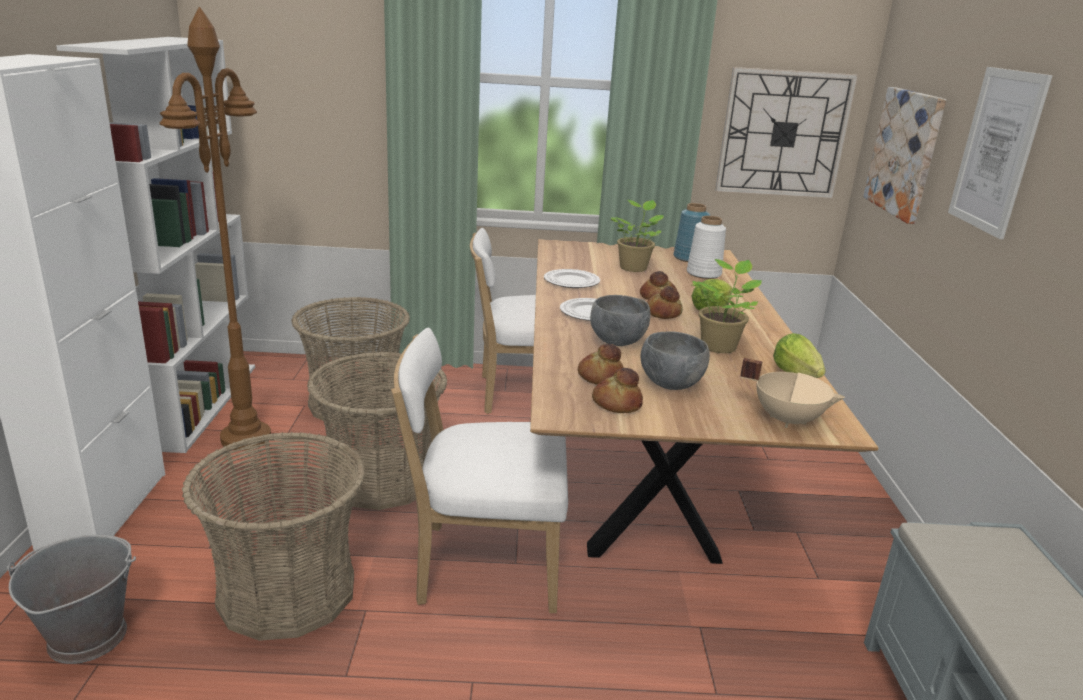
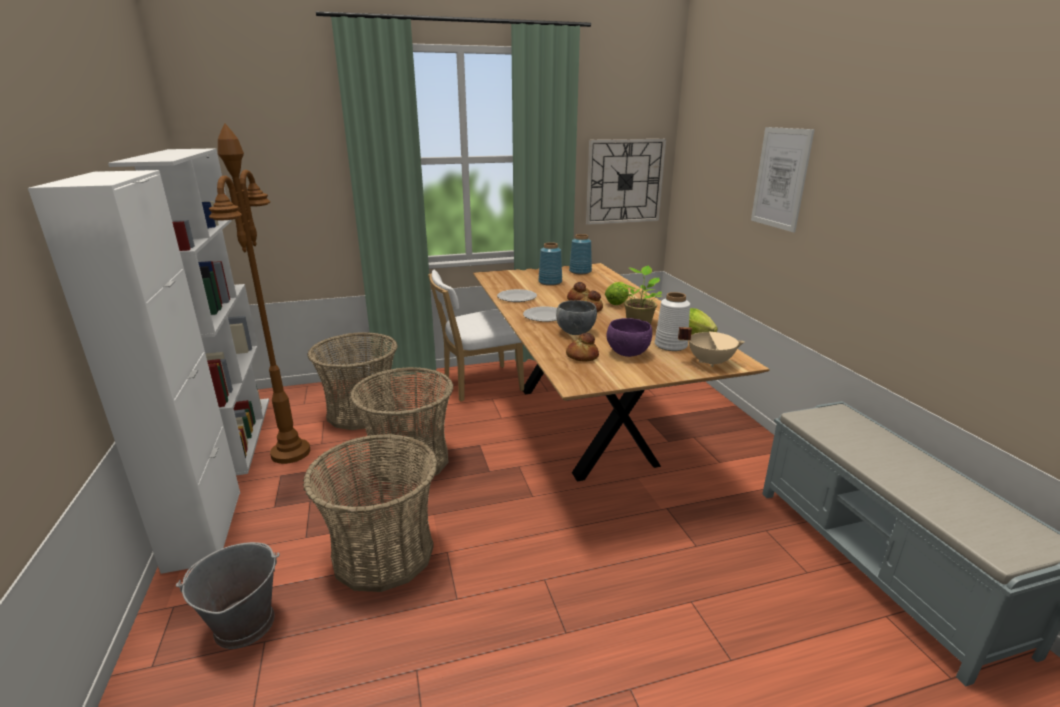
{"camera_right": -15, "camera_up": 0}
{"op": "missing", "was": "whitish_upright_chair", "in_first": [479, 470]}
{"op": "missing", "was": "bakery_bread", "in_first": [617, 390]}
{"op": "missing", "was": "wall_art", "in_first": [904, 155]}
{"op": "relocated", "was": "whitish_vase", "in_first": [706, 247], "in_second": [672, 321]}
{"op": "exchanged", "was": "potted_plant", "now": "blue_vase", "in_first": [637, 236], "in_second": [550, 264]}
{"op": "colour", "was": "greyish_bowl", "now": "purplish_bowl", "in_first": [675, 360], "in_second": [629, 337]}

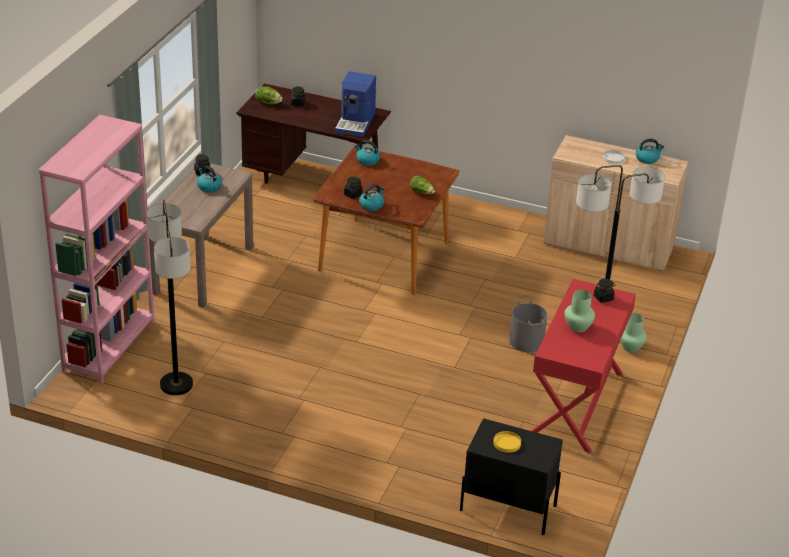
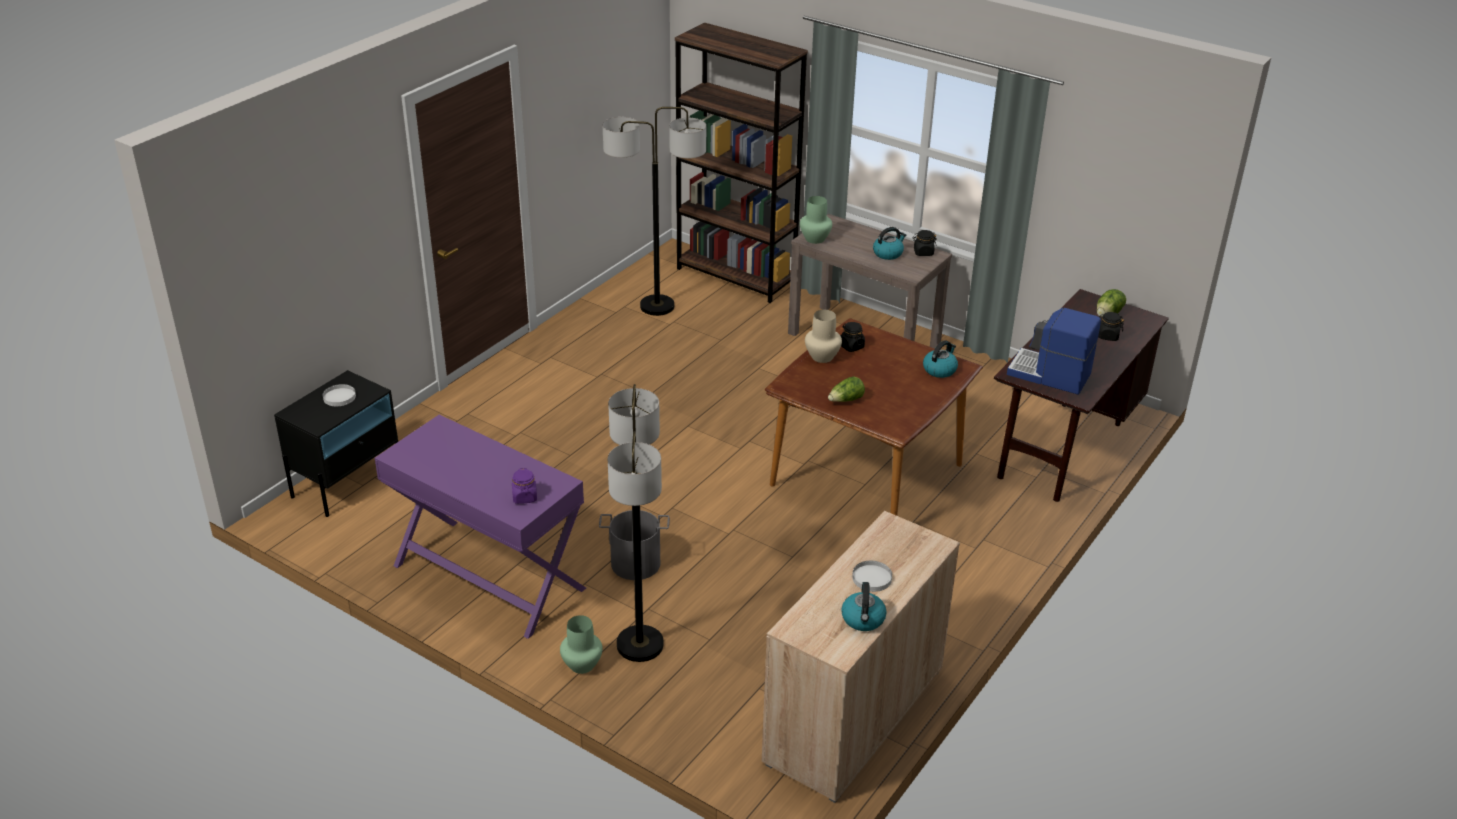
{"camera_right": 105, "camera_up": 0}
{"op": "relocated", "was": "green-coloured_vase", "in_first": [580, 311], "in_second": [816, 220]}
{"op": "exchanged", "was": "kettle", "now": "sand-coloured_vase", "in_first": [371, 197], "in_second": [823, 336]}
{"op": "colour", "was": "pink-coloured_shelving_unit", "now": "brownish_shelving_unit", "in_first": [97, 249], "in_second": [741, 163]}
{"op": "colour", "was": "yellowish_flat_dish", "now": "whitish_flat_dish", "in_first": [507, 442], "in_second": [339, 395]}
{"op": "colour", "was": "red_hall_table", "now": "purplish_hall_table", "in_first": [583, 366], "in_second": [480, 527]}
{"op": "colour", "was": "blackish_jar", "now": "purplish_jar", "in_first": [605, 291], "in_second": [524, 486]}

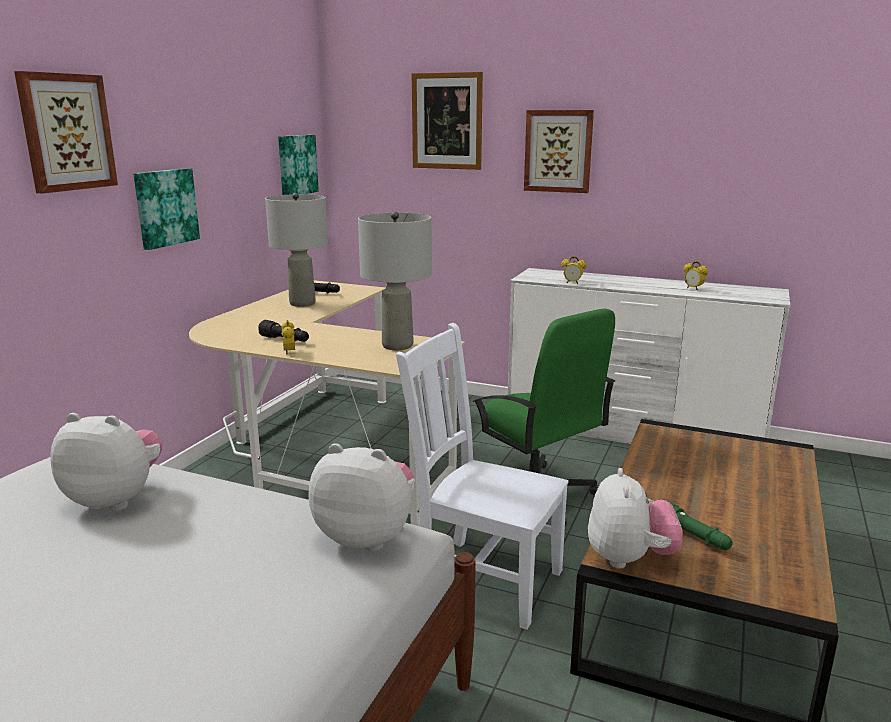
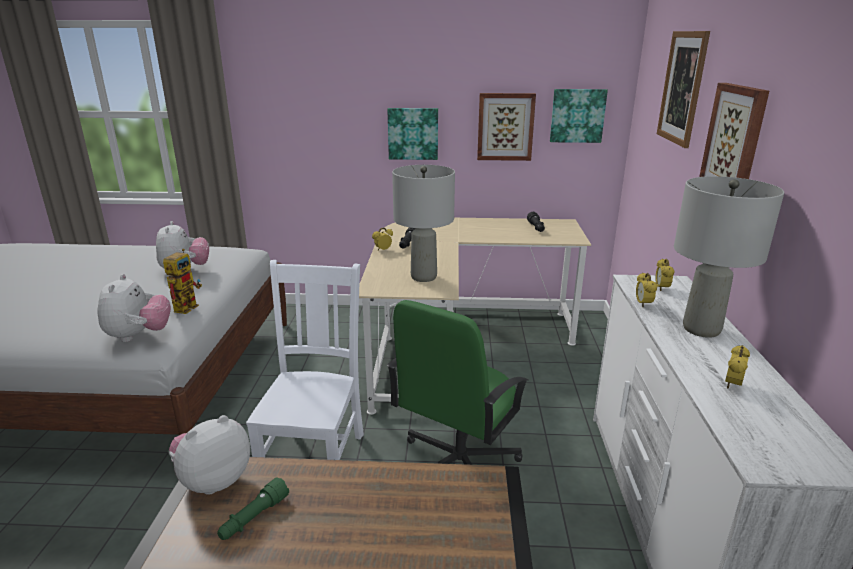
{"camera_right": 70, "camera_up": 5}
{"op": "appeared", "now": "robot_figure", "in_second": [182, 281]}
{"op": "appeared", "now": "bedside_clock", "in_second": [665, 275]}
{"op": "relocated", "was": "wall_art", "in_first": [66, 132], "in_second": [506, 127]}
{"op": "relocated", "was": "greyish_lamp_for_a_table", "in_first": [296, 250], "in_second": [729, 257]}
{"op": "spun", "was": "plush_toy", "in_first": [635, 518], "in_second": [209, 455], "clockwise": 150}

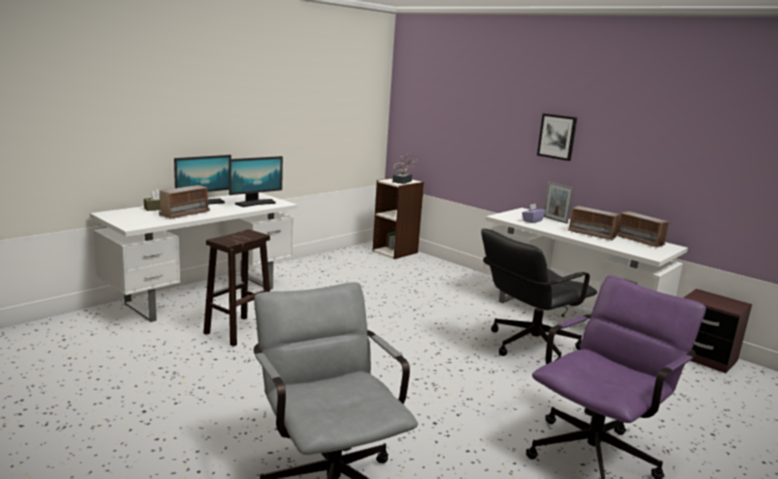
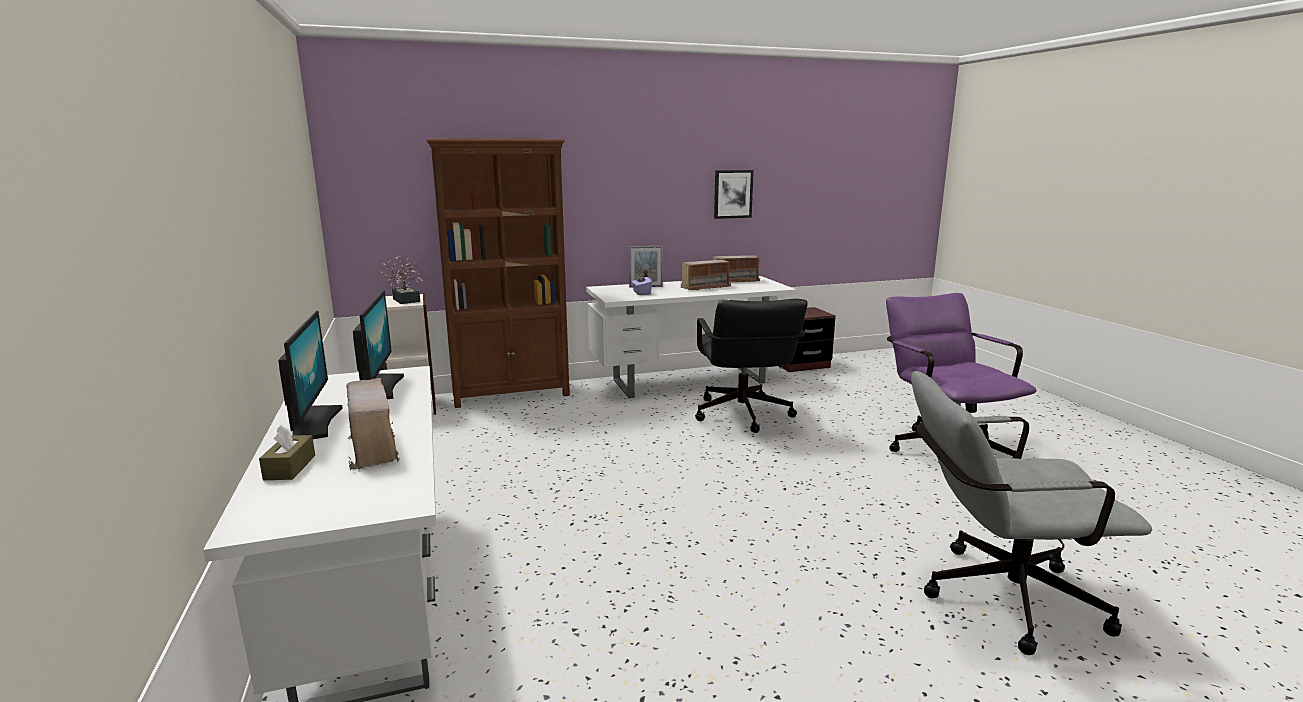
{"camera_right": -60, "camera_up": 0}
{"op": "missing", "was": "brownish_stool", "in_first": [236, 288]}
{"op": "appeared", "now": "brownish_shelving_unit", "in_second": [498, 273]}
{"op": "relocated", "was": "wall_art", "in_first": [557, 137], "in_second": [734, 194]}

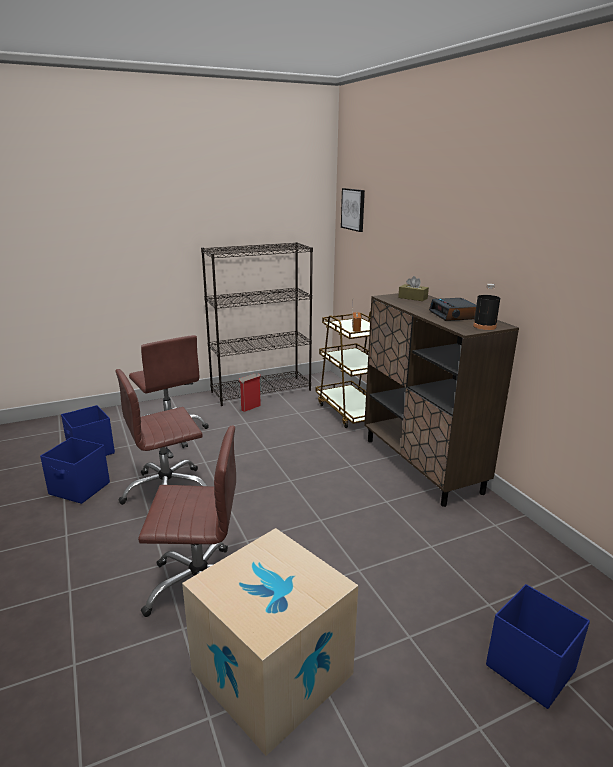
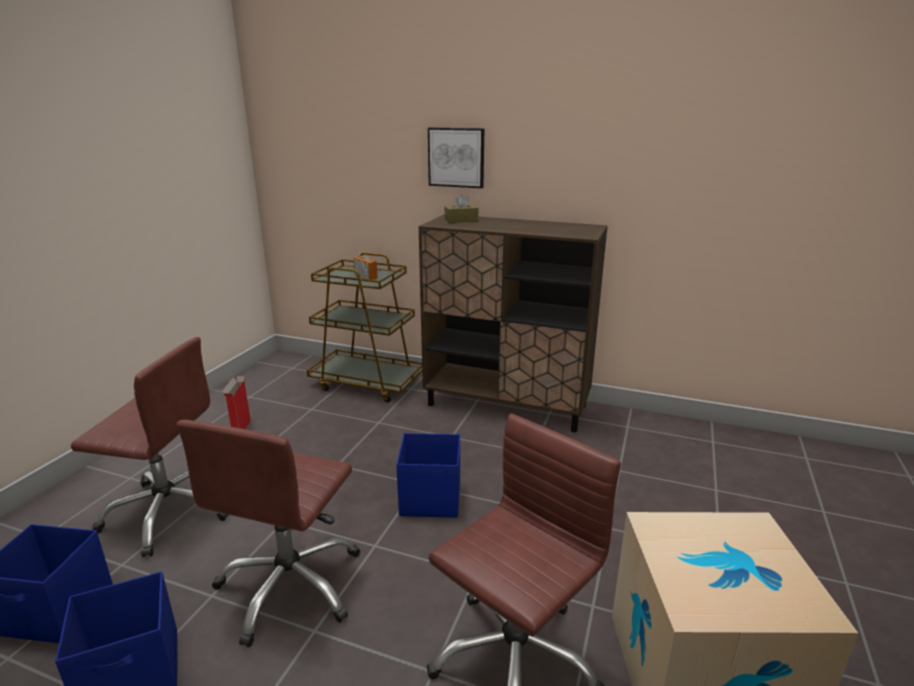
{"camera_right": -45, "camera_up": 0}
{"op": "missing", "was": "blackish_shelving_unit", "in_first": [257, 324]}
{"op": "missing", "was": "bedside_clock", "in_first": [452, 309]}
{"op": "missing", "was": "blackish_bottle", "in_first": [486, 307]}
{"op": "relocated", "was": "wall_art", "in_first": [353, 210], "in_second": [456, 158]}
{"op": "relocated", "was": "blue_storage_container", "in_first": [538, 646], "in_second": [428, 475]}

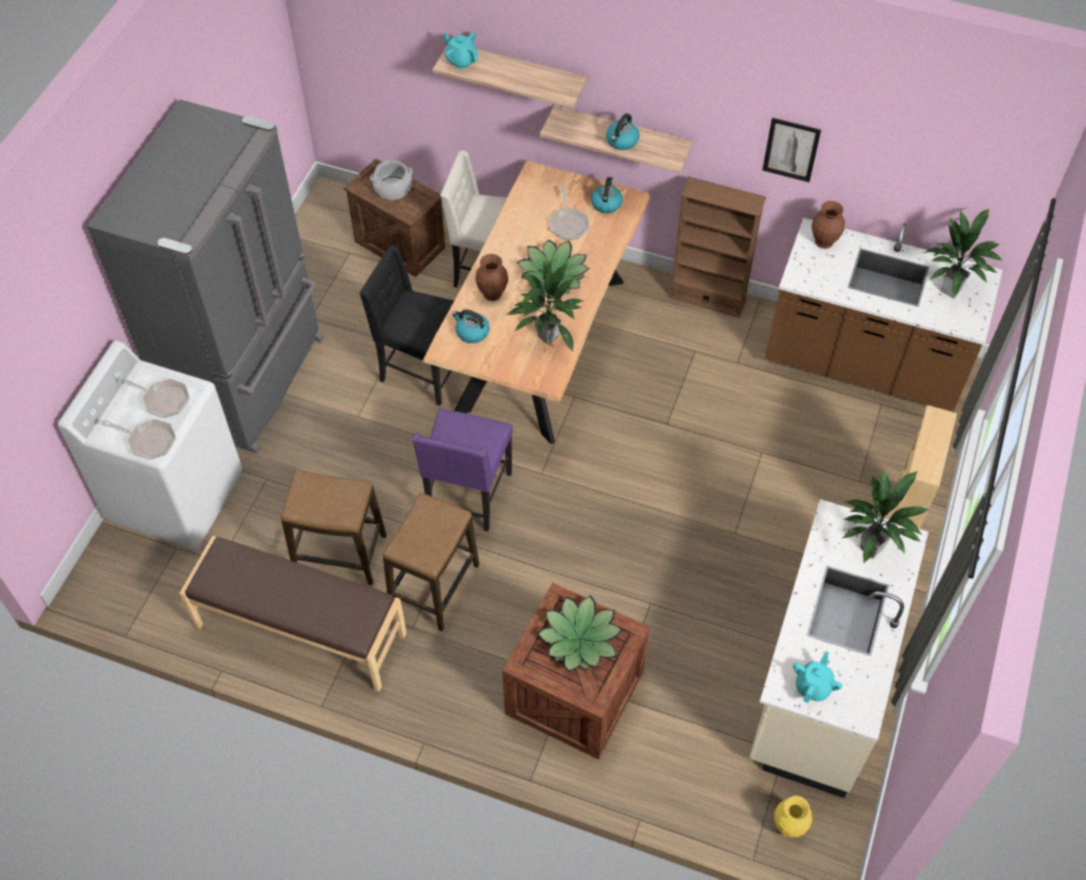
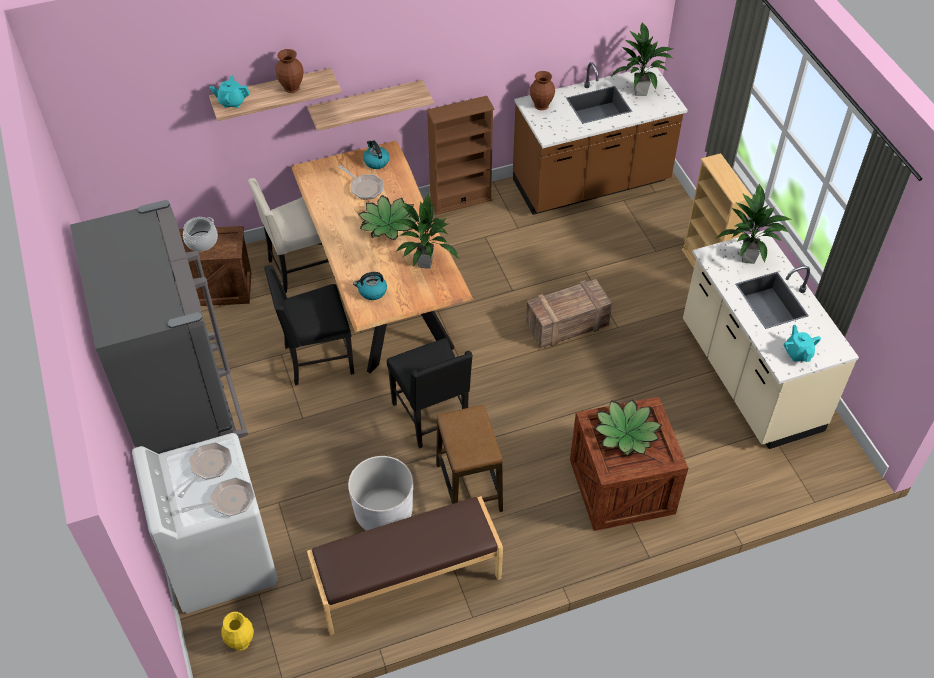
{"camera_right": -40, "camera_up": -5}
{"op": "missing", "was": "kettle", "in_first": [622, 131]}
{"op": "missing", "was": "wall_art", "in_first": [791, 150]}
{"op": "appeared", "now": "packing_crate", "in_second": [569, 313]}
{"op": "relocated", "was": "brownish_vase", "in_first": [491, 277], "in_second": [289, 71]}
{"op": "relocated", "was": "yellowish_vase", "in_first": [793, 817], "in_second": [237, 631]}
{"op": "exchanged", "was": "stool", "now": "whitish_flower_pot", "in_first": [333, 527], "in_second": [380, 493]}
{"op": "colour", "was": "purplish_upright_chair", "now": "blackish_upright_chair", "in_first": [462, 469], "in_second": [430, 393]}
{"op": "spun", "was": "pan", "in_first": [154, 397], "in_second": [205, 470], "clockwise": -45}

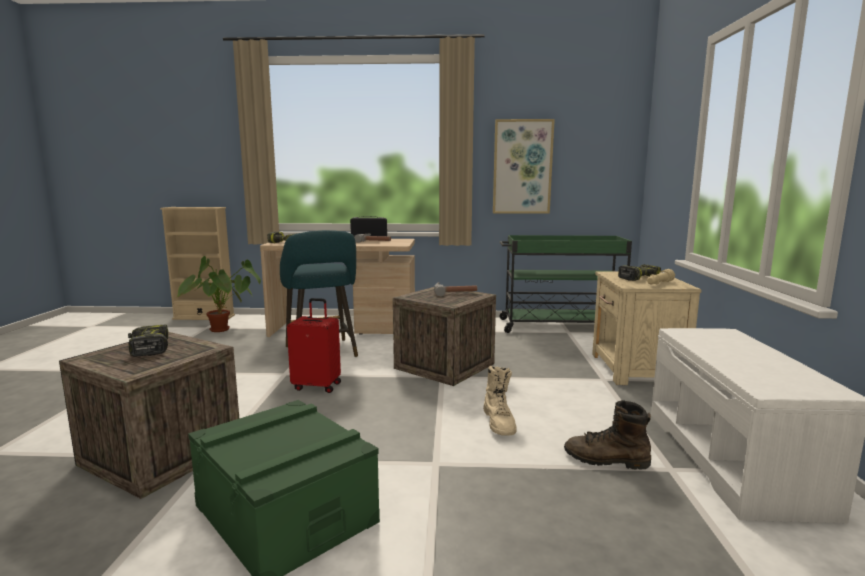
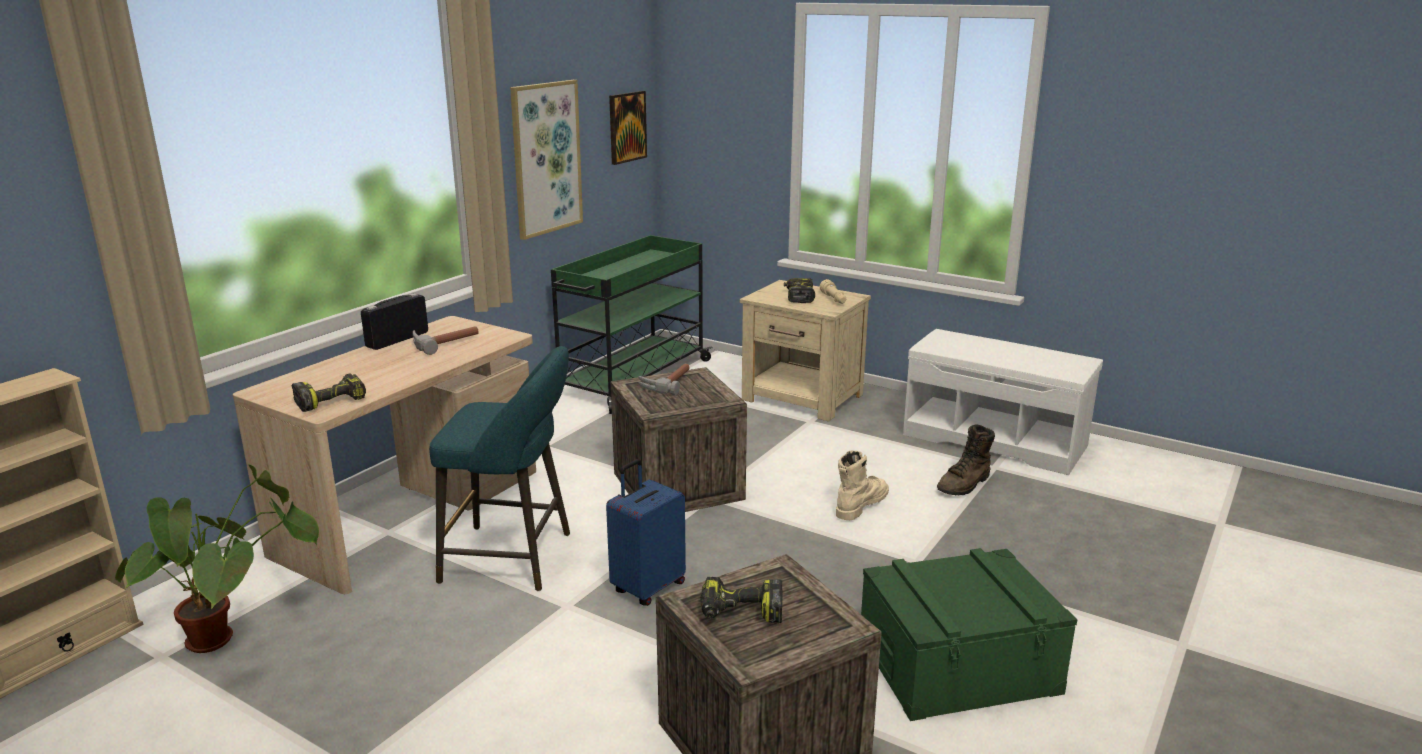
{"camera_right": -60, "camera_up": 10}
{"op": "appeared", "now": "wall_art", "in_second": [628, 128]}
{"op": "colour", "was": "red_suitcase", "now": "blue_suitcase", "in_first": [314, 345], "in_second": [646, 532]}
{"op": "spun", "was": "sand-coloured_high-top_boot", "in_first": [500, 400], "in_second": [862, 485], "clockwise": -75}

